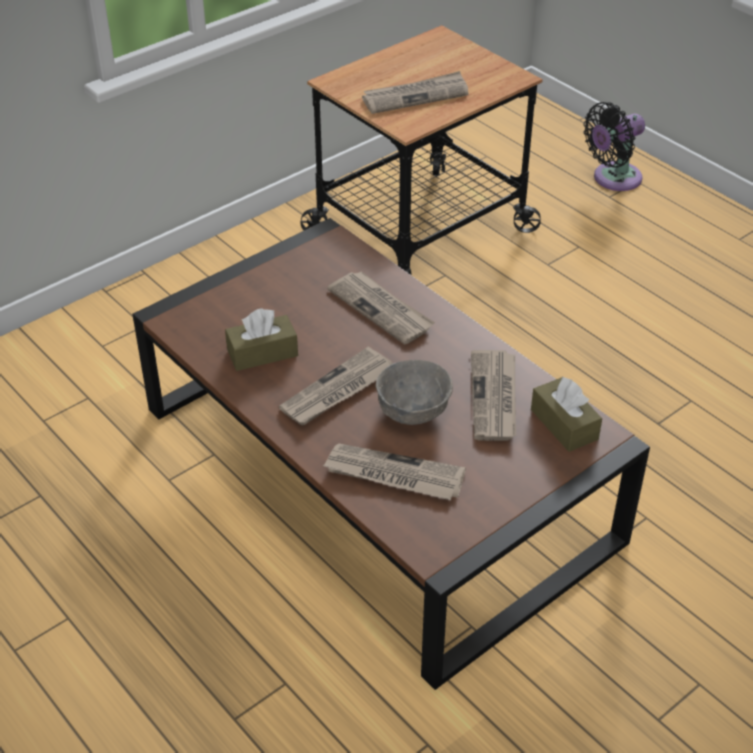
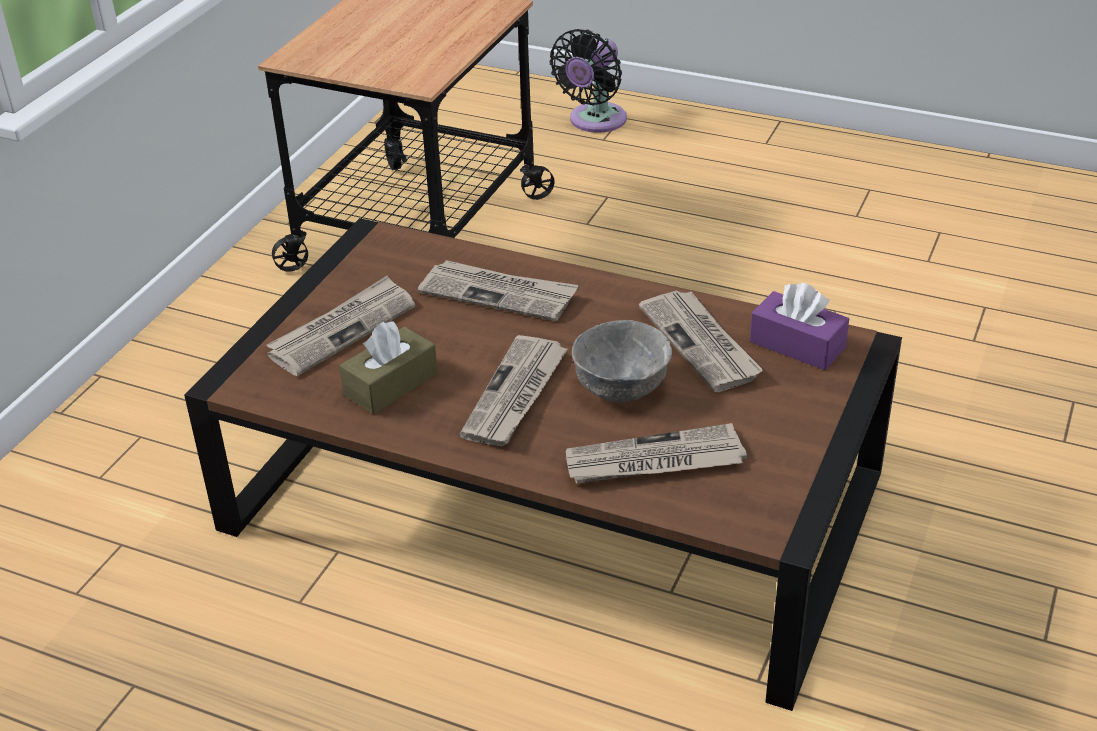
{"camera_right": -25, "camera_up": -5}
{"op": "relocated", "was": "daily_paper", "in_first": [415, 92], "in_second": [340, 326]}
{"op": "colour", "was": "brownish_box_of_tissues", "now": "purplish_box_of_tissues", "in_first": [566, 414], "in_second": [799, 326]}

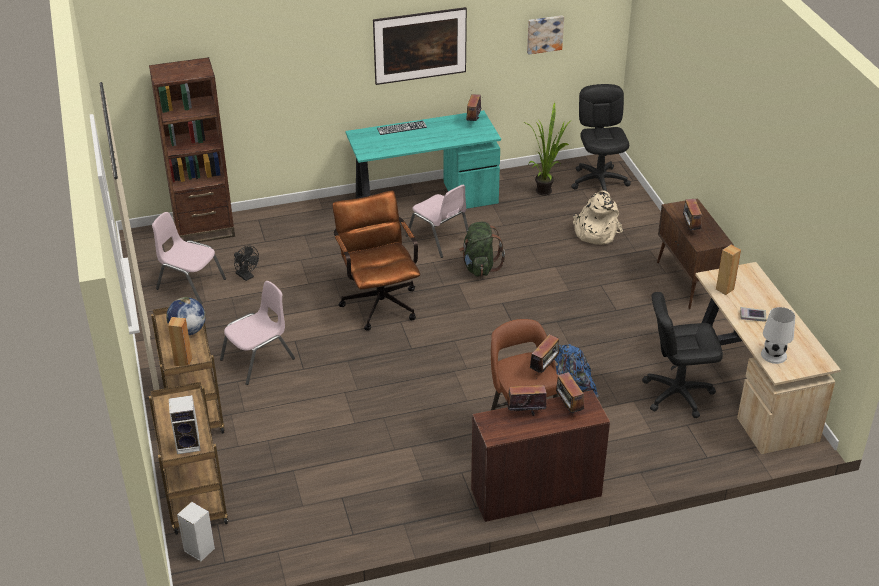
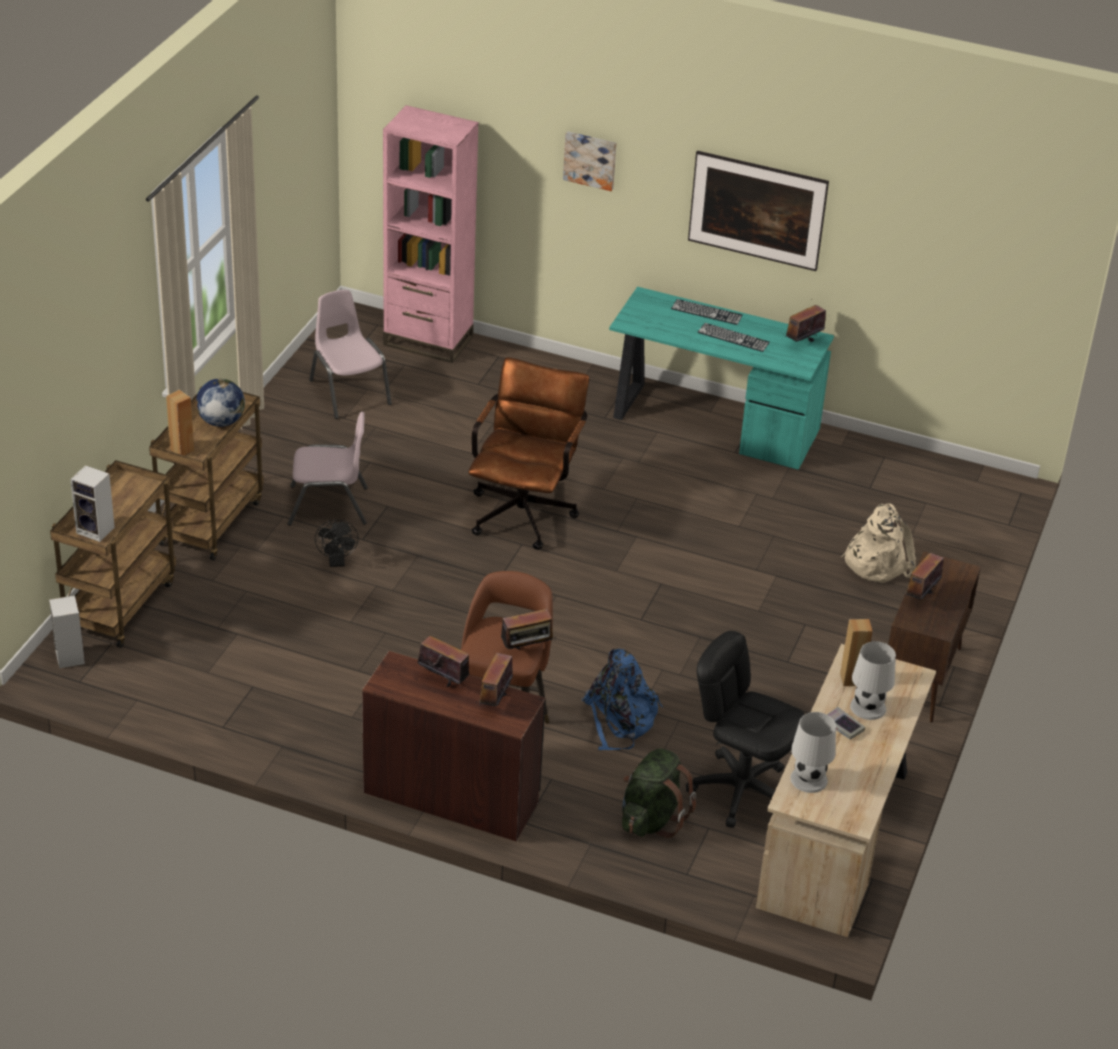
{"camera_right": 35, "camera_up": 0}
{"op": "missing", "was": "pink-coloured_upright_chair", "in_first": [437, 221]}
{"op": "missing", "was": "potted_plant", "in_first": [546, 149]}
{"op": "missing", "was": "blackish_desk_chair", "in_first": [601, 140]}
{"op": "appeared", "now": "computer_keyboard", "in_second": [733, 337]}
{"op": "appeared", "now": "whitish_lamp_for_a_table", "in_second": [873, 680]}
{"op": "relocated", "was": "blackish_electric_fan", "in_first": [246, 263], "in_second": [337, 543]}
{"op": "relocated", "was": "green-coloured_knapsack", "in_first": [482, 249], "in_second": [659, 793]}
{"op": "relocated", "was": "wall_art", "in_first": [545, 35], "in_second": [590, 161]}
{"op": "colour", "was": "brownish_shelving_unit", "now": "pink-coloured_shelving_unit", "in_first": [192, 150], "in_second": [431, 234]}

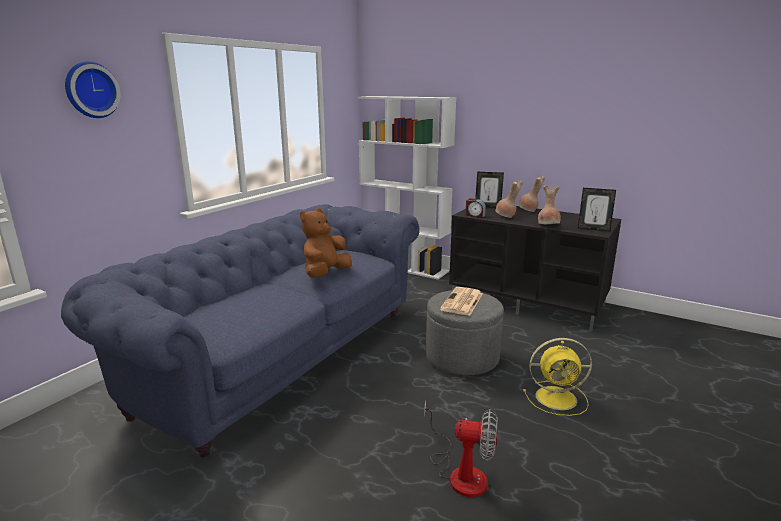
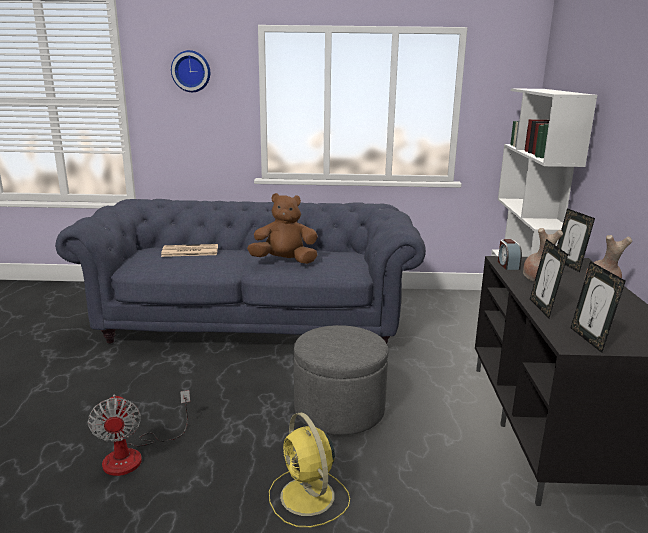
{"camera_right": 60, "camera_up": 0}
{"op": "relocated", "was": "daily_paper", "in_first": [461, 301], "in_second": [189, 250]}
{"op": "exchanged", "was": "brownish_vase", "now": "photo_frame", "in_first": [549, 204], "in_second": [549, 278]}

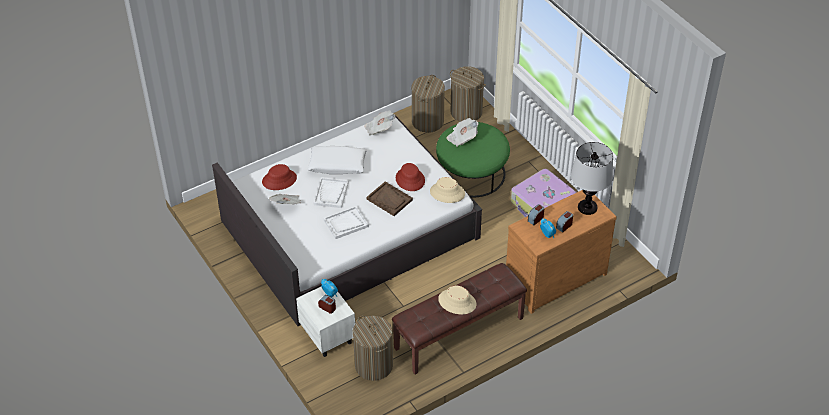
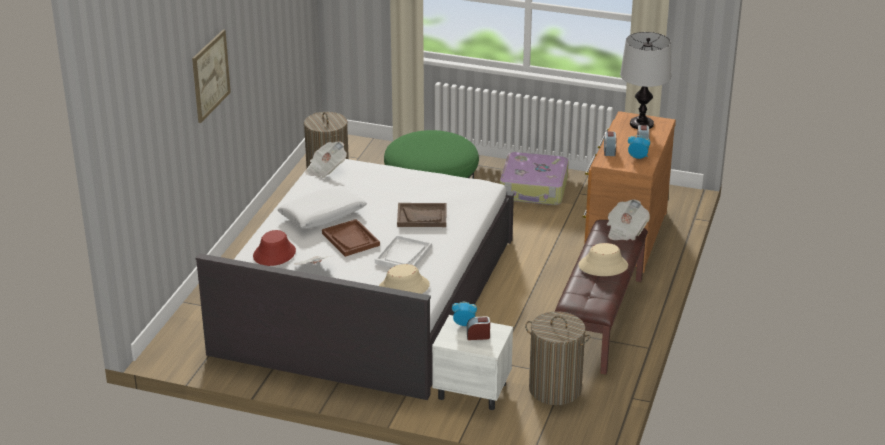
{"camera_right": -40, "camera_up": -15}
{"op": "missing", "was": "red_clothing_hat", "in_first": [410, 177]}
{"op": "missing", "was": "hamper", "in_first": [468, 94]}
{"op": "appeared", "now": "wall_art", "in_second": [211, 76]}
{"op": "relocated", "was": "sand-coloured_clothing_hat", "in_first": [447, 190], "in_second": [404, 279]}
{"op": "relocated", "was": "daily_paper", "in_first": [463, 132], "in_second": [628, 219]}
{"op": "colour", "was": "whitish_tray", "now": "brownish_tray", "in_first": [331, 192], "in_second": [351, 238]}

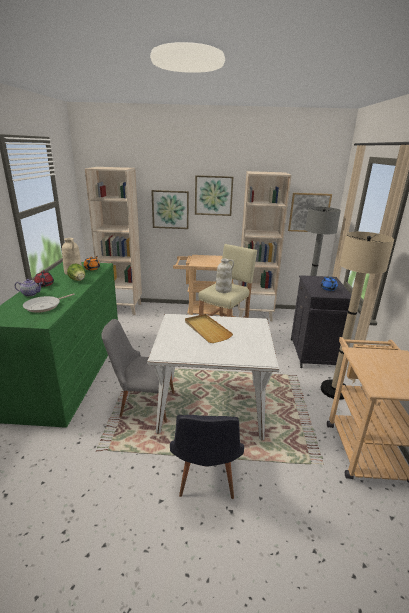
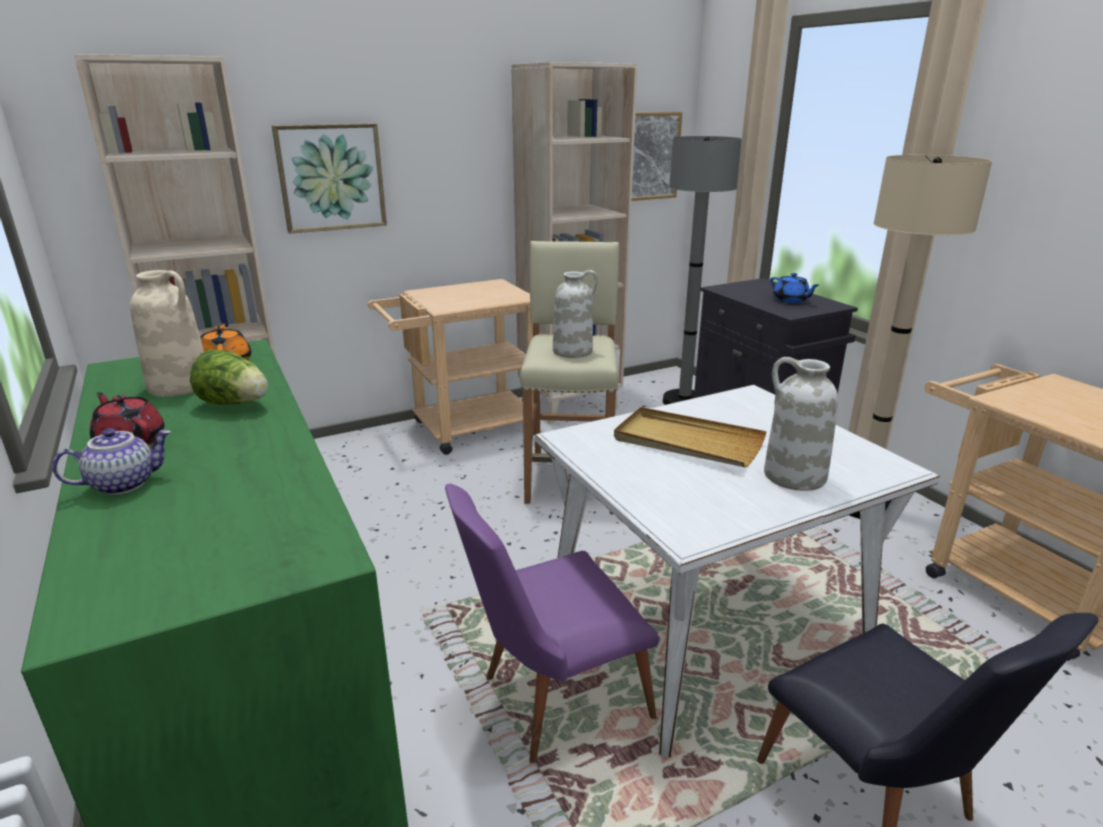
{"camera_right": -30, "camera_up": 0}
{"op": "missing", "was": "pan", "in_first": [49, 303]}
{"op": "missing", "was": "wall_art", "in_first": [214, 195]}
{"op": "appeared", "now": "whitish_vase", "in_second": [801, 424]}
{"op": "colour", "was": "greyish_upright_chair", "now": "purplish_upright_chair", "in_first": [137, 371], "in_second": [552, 623]}

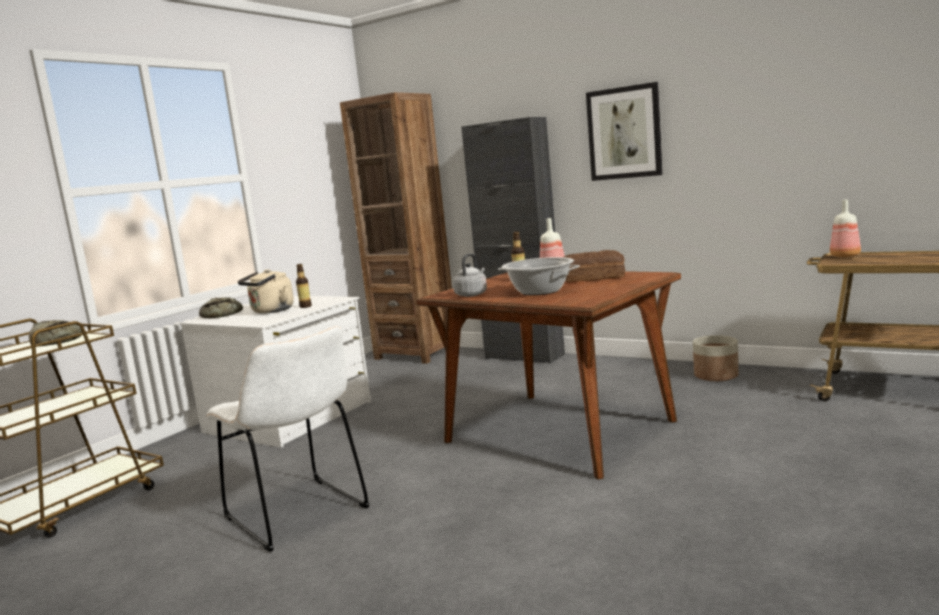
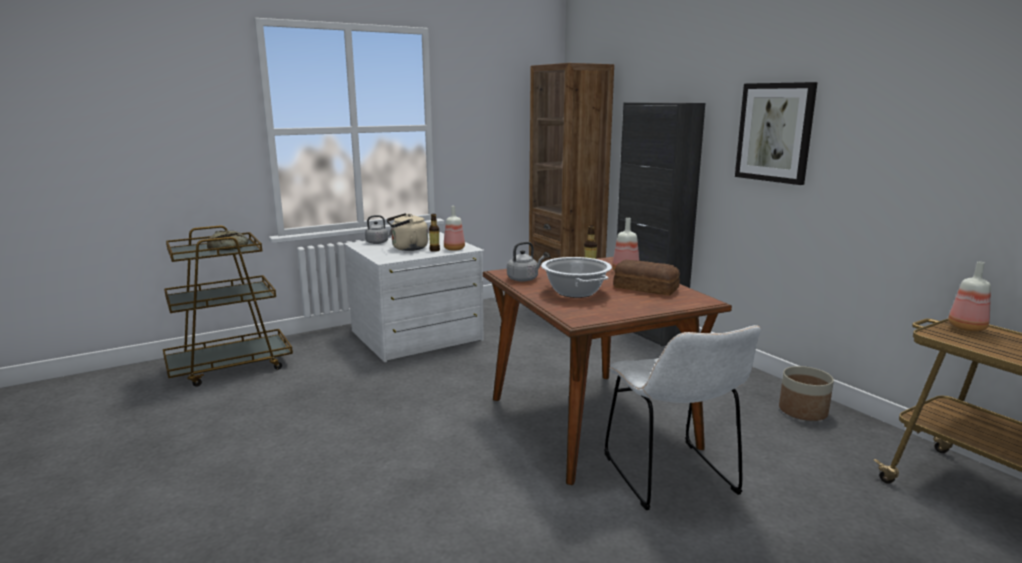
{"camera_right": 25, "camera_up": 5}
{"op": "appeared", "now": "bottle", "in_second": [454, 228]}
{"op": "relocated", "was": "whitish_upright_chair", "in_first": [288, 439], "in_second": [682, 417]}
{"op": "exchanged", "was": "bakery_bread", "now": "greyish_kettle", "in_first": [221, 307], "in_second": [378, 229]}

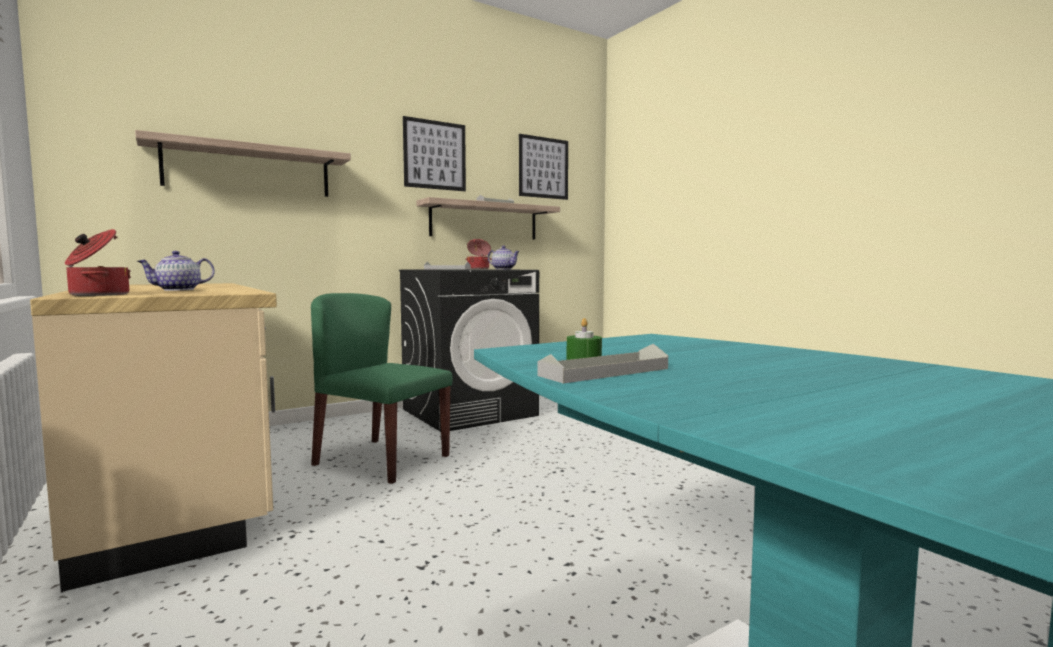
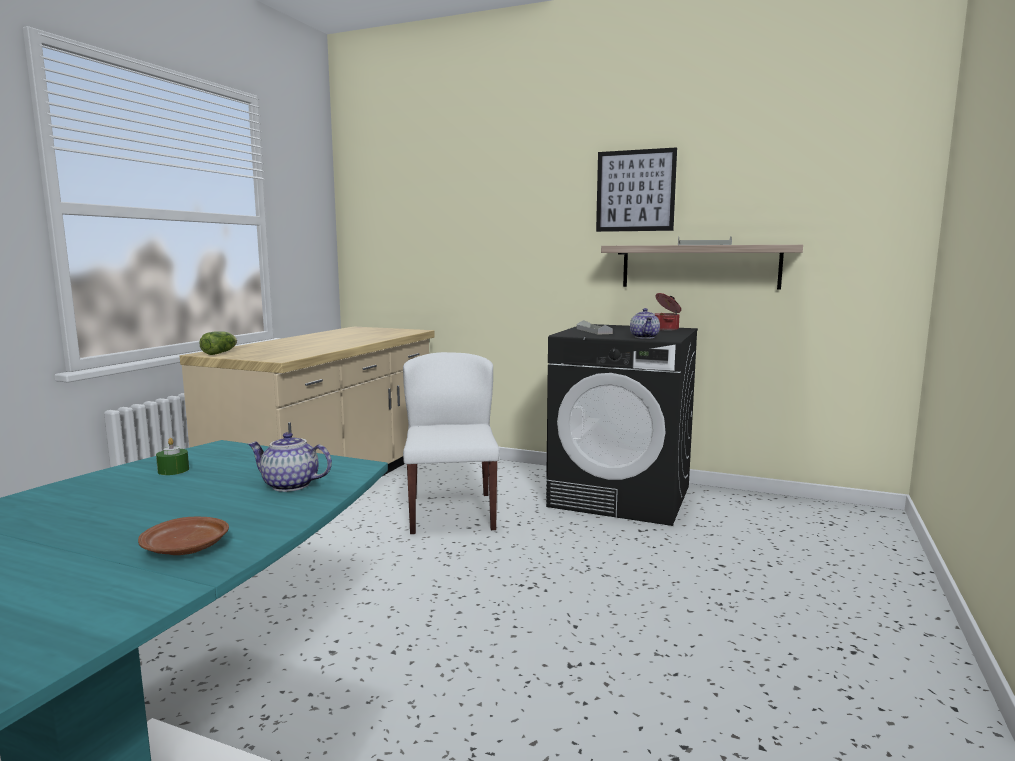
{"camera_right": 55, "camera_up": 5}
{"op": "missing", "was": "bracket_shelf", "in_first": [243, 163]}
{"op": "missing", "was": "wall_art", "in_first": [543, 167]}
{"op": "missing", "was": "greyish_tray", "in_first": [602, 363]}
{"op": "appeared", "now": "brownish_flat_dish", "in_second": [183, 535]}
{"op": "relocated", "was": "teapot", "in_first": [176, 271], "in_second": [290, 462]}
{"op": "exchanged", "was": "saucepot", "now": "head_of_lettuce", "in_first": [98, 262], "in_second": [218, 343]}
{"op": "colour", "was": "green-coloured_upright_chair", "now": "whitish_upright_chair", "in_first": [382, 388], "in_second": [451, 443]}

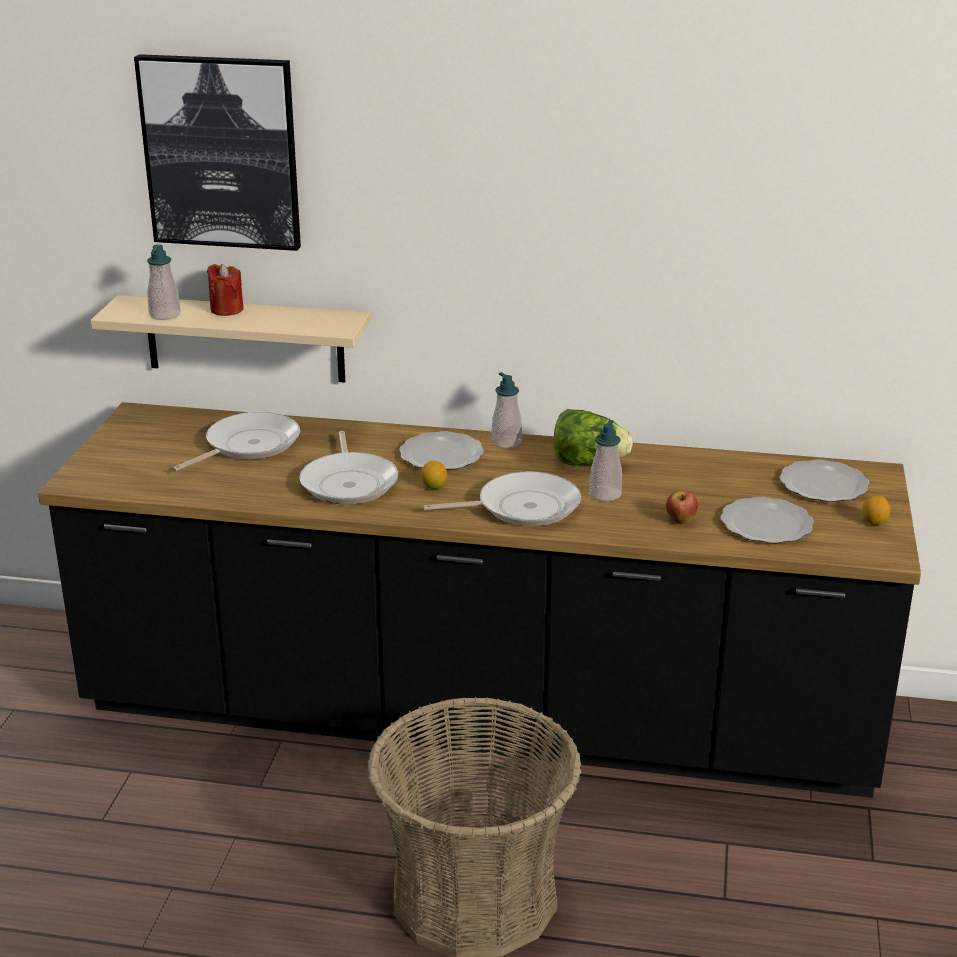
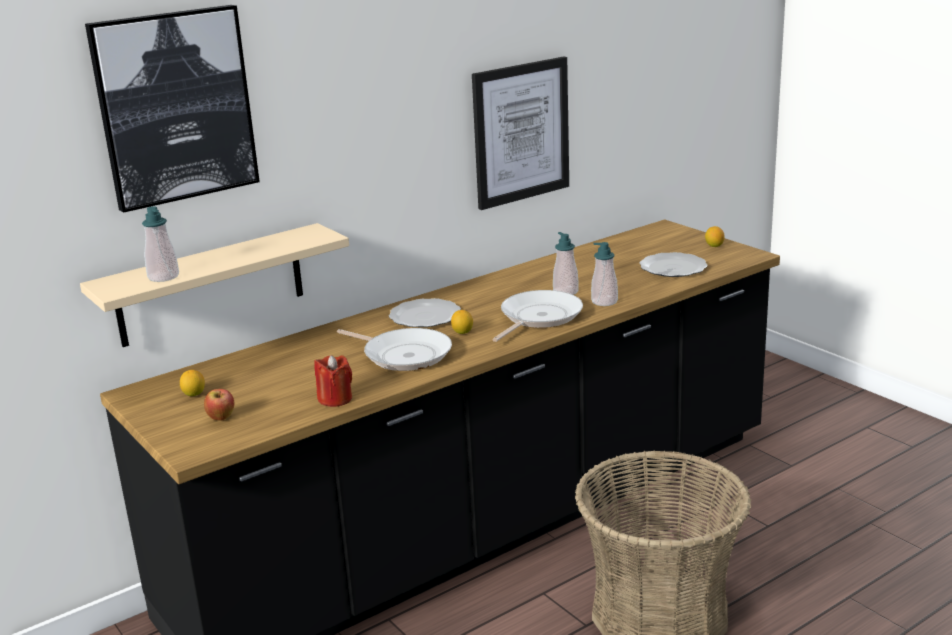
{"camera_right": -45, "camera_up": -5}
{"op": "missing", "was": "pan", "in_first": [236, 441]}
{"op": "missing", "was": "head_of_lettuce", "in_first": [593, 437]}
{"op": "missing", "was": "flat_dish", "in_first": [824, 481]}
{"op": "appeared", "now": "citrus_fruit", "in_second": [192, 383]}
{"op": "appeared", "now": "wall_art", "in_second": [520, 133]}
{"op": "relocated", "was": "red_wax_light", "in_first": [225, 290], "in_second": [333, 381]}
{"op": "relocated", "was": "liquid_soap_bottle", "in_first": [507, 410], "in_second": [604, 274]}
{"op": "relocated", "was": "apple_fruit", "in_first": [682, 507], "in_second": [219, 405]}

